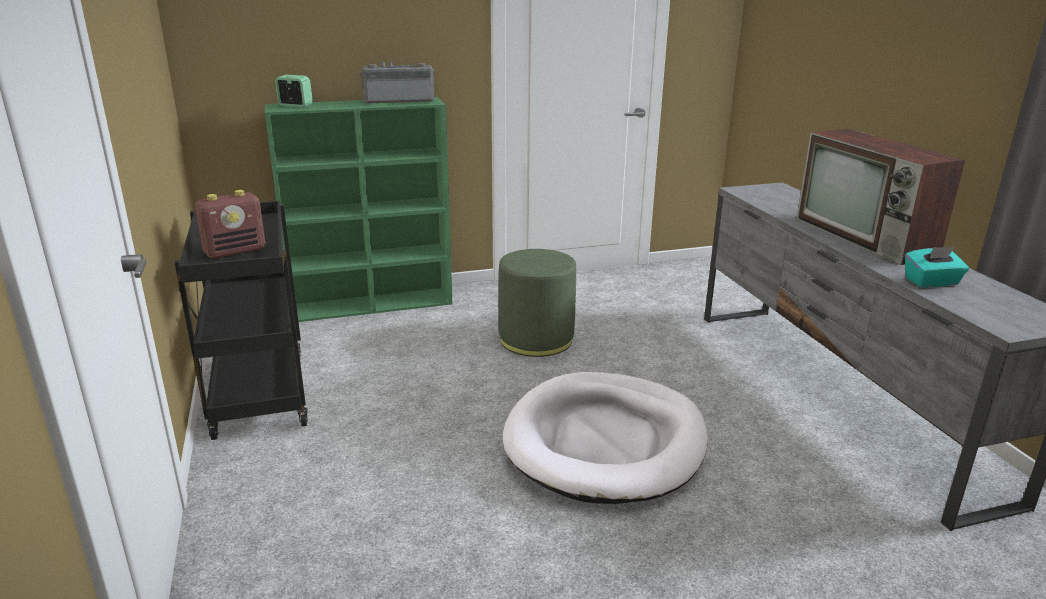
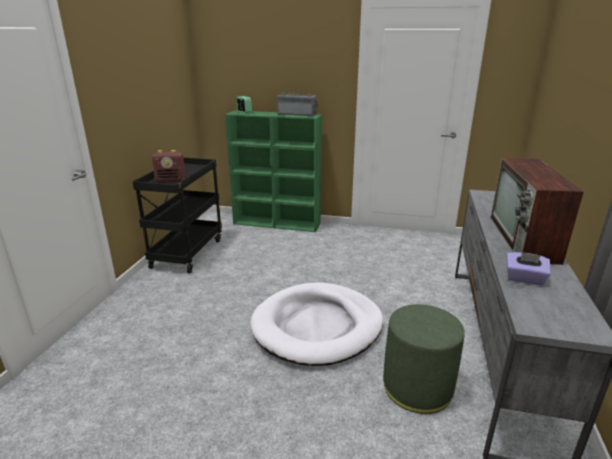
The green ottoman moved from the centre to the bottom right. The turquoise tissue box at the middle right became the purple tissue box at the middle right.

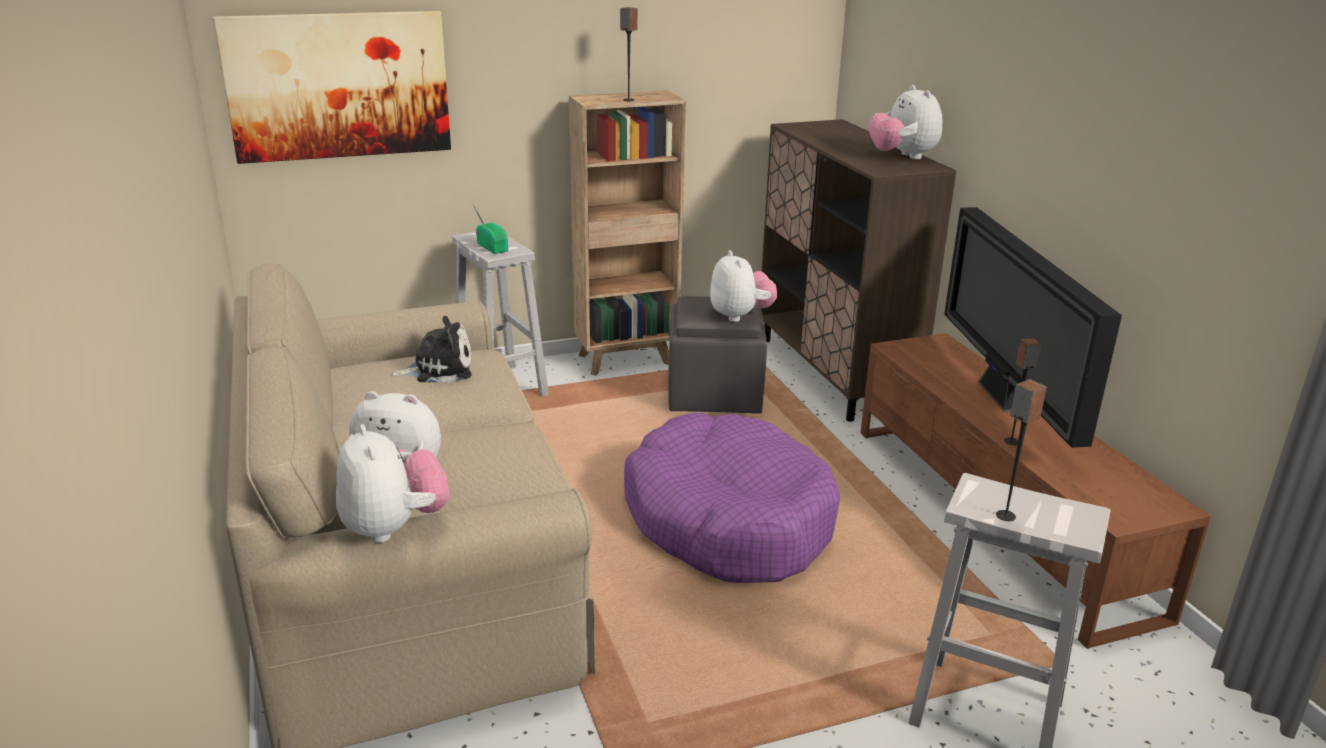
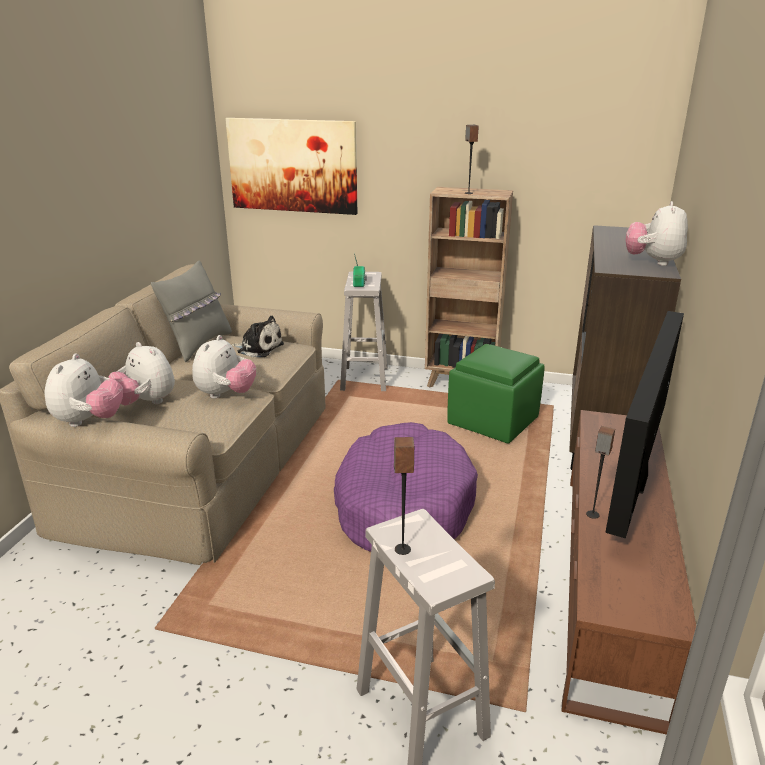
The grey pillow at the middle left appeared. The plush toy (4th from left in the first image) moved from the centre to the middle left. The grey ottoman at the centre became the green ottoman at the centre.

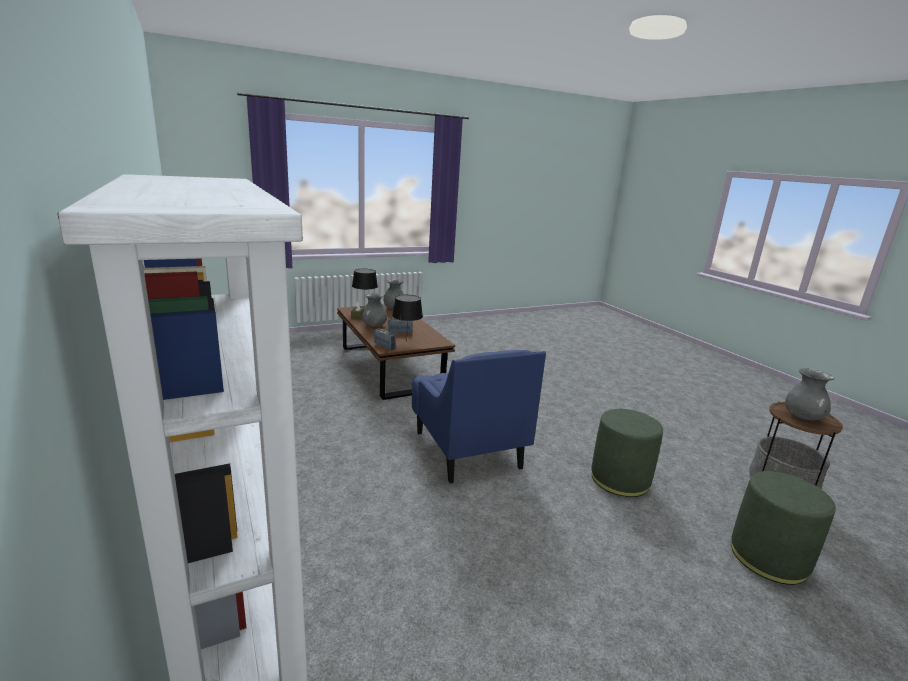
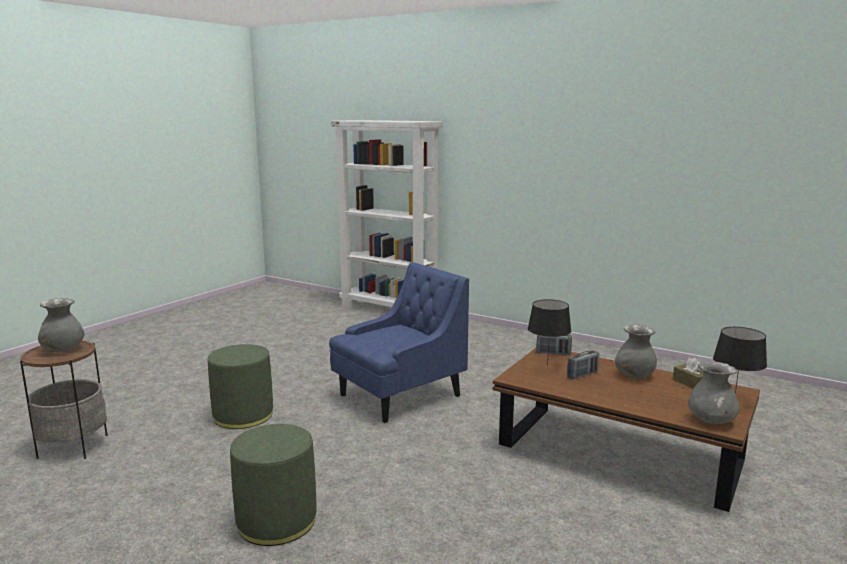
The green ottoman (2nd from left) moved from the bottom right to the bottom left. The blue armchair at the centre turned 105 degrees clockwise.

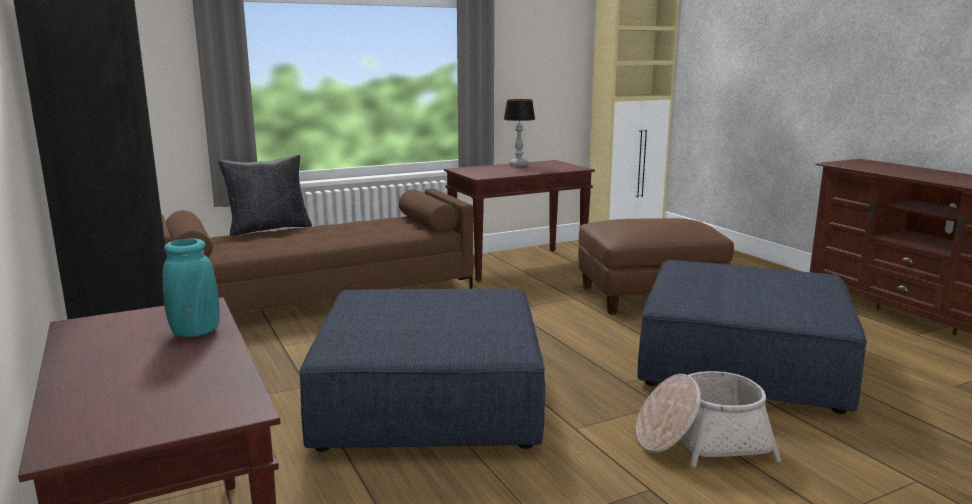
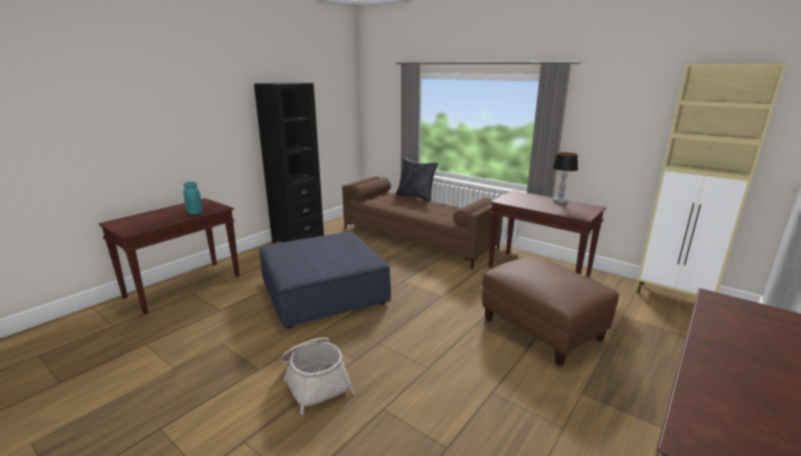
The blue ottoman (2nd from left) at the bottom right disappeared.

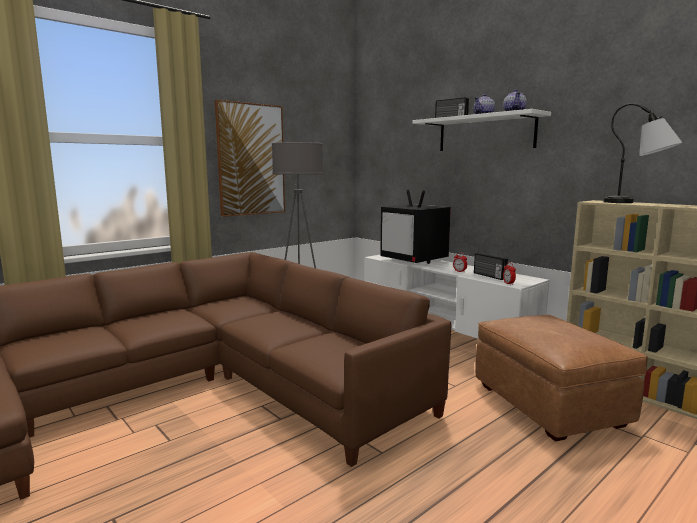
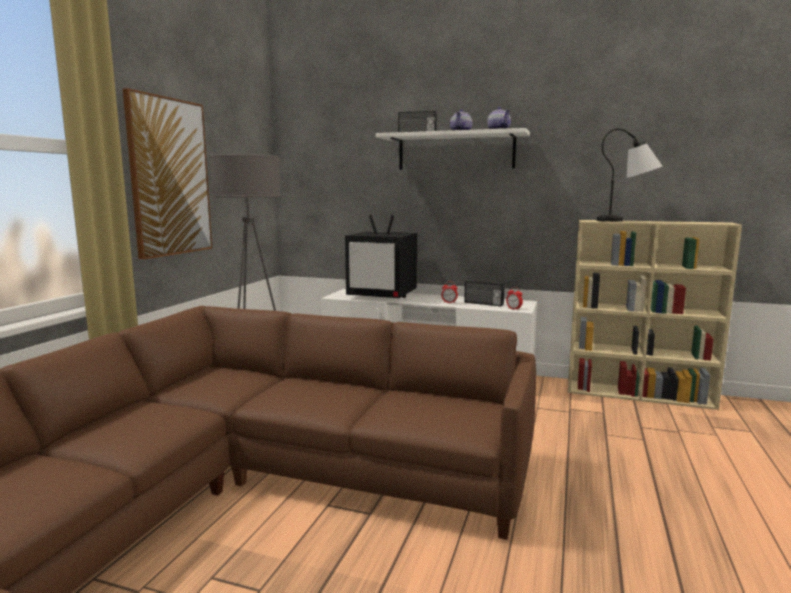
The brown ottoman at the bottom right disappeared.

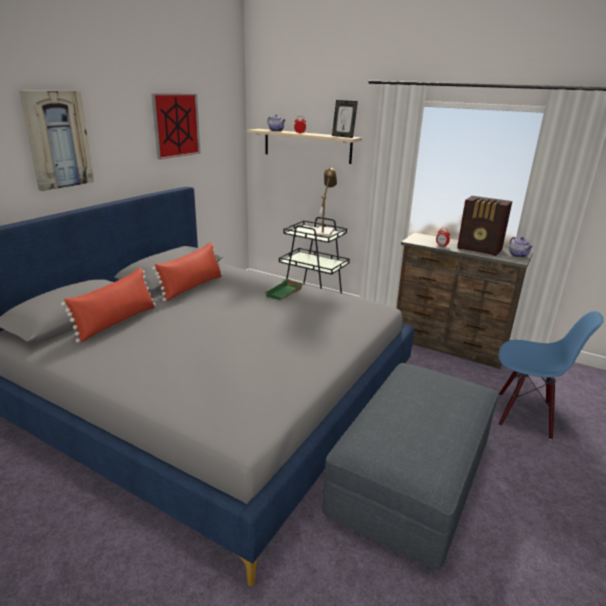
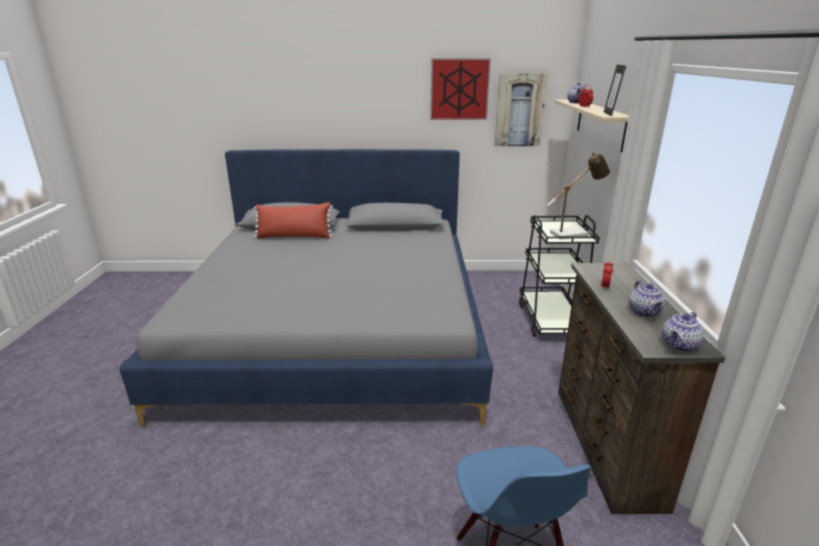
The picture (1st from left in the first image) moved from the top left to the top centre. The radio at the middle right was replaced by the teapot (2nd from left) at the middle right. The red pillow (2nd from left) at the middle left disappeared. The green tray at the centre disappeared. The grey ottoman at the bottom right disappeared.

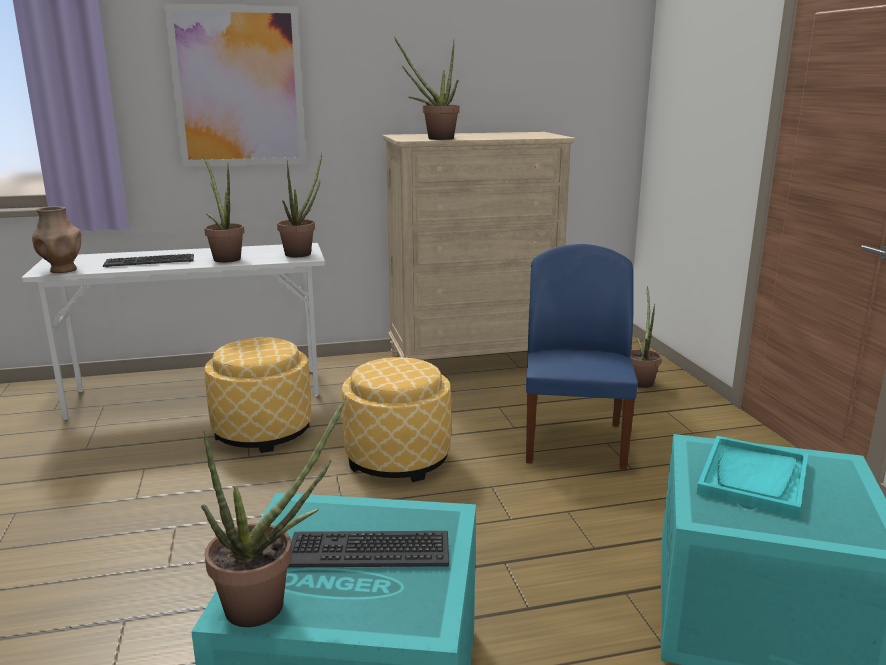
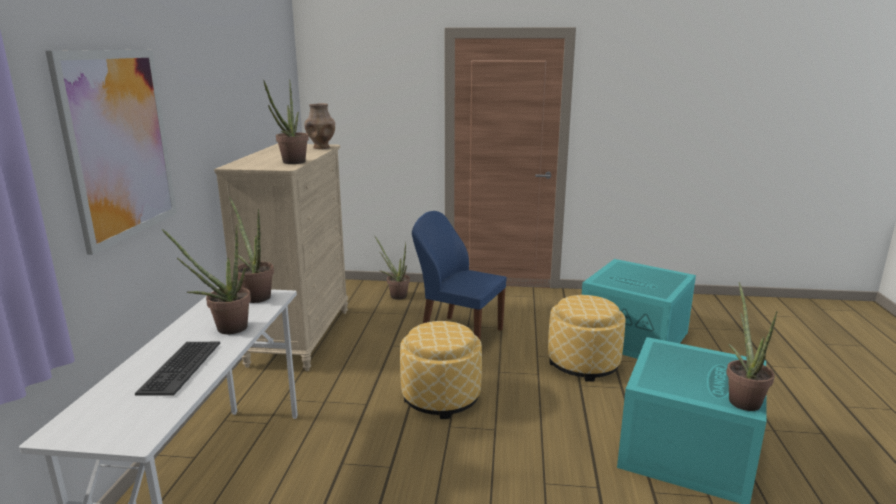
The brown vase moved from the middle left to the top centre. The ottoman (1st from left in the first image) moved from the middle left to the bottom centre. The keyboard (2nd from left) at the bottom centre disappeared. The turquoise tray at the bottom right disappeared.

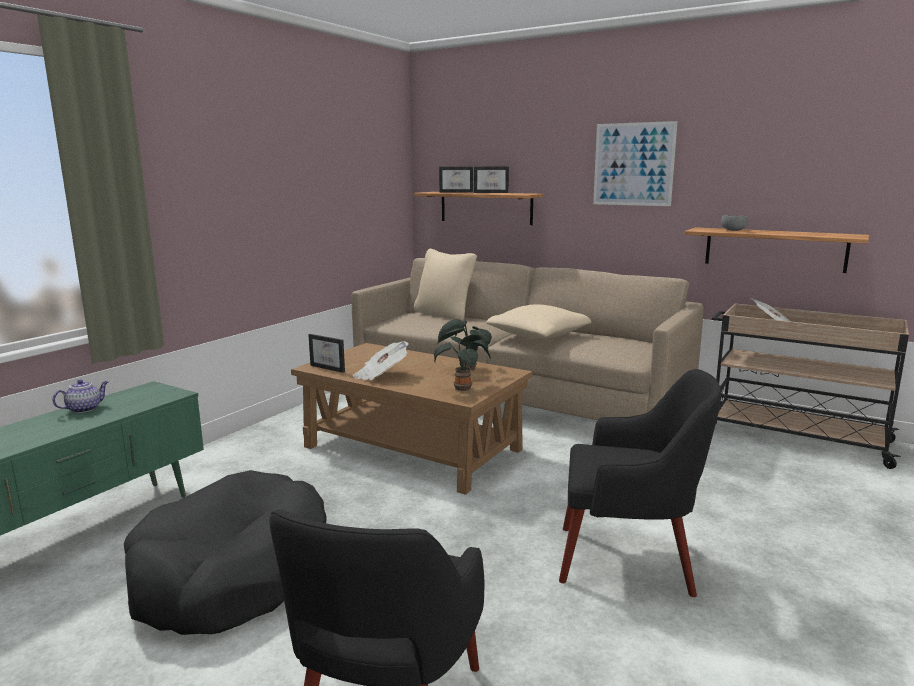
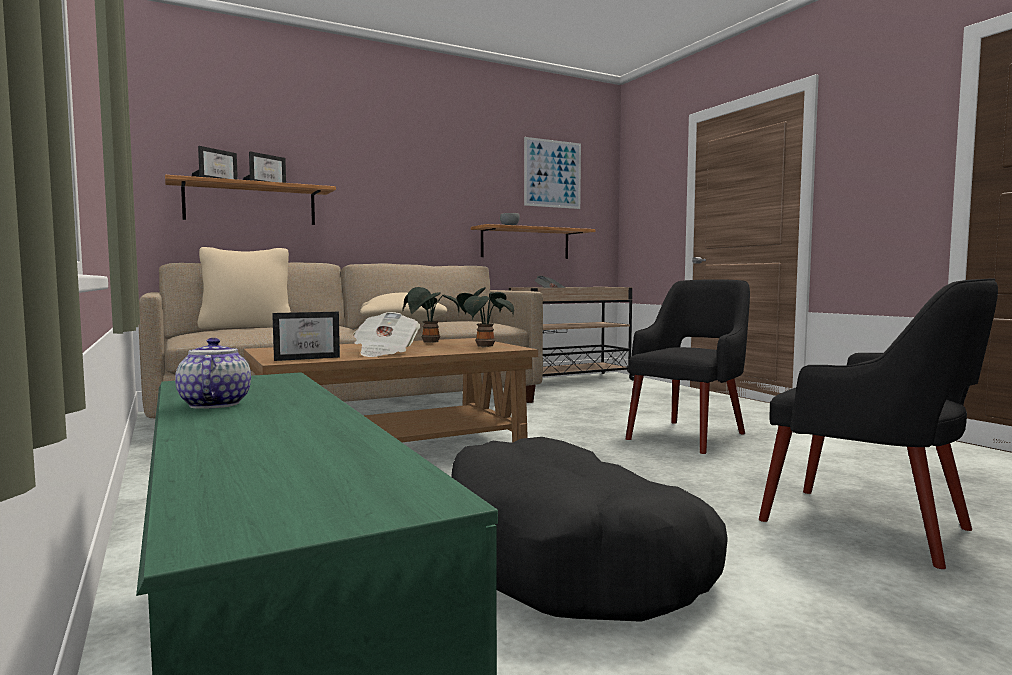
The picture moved from the top right to the top centre.

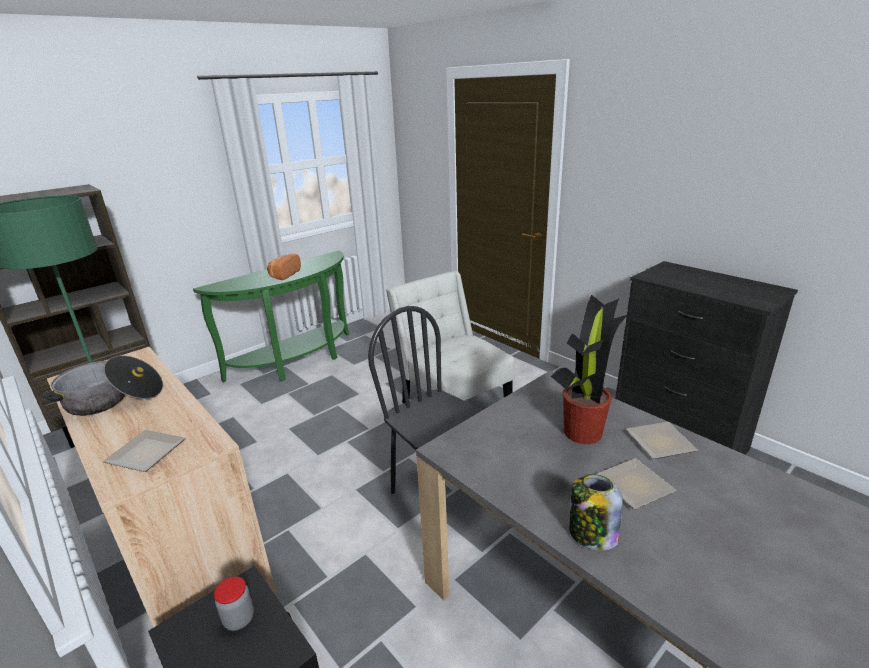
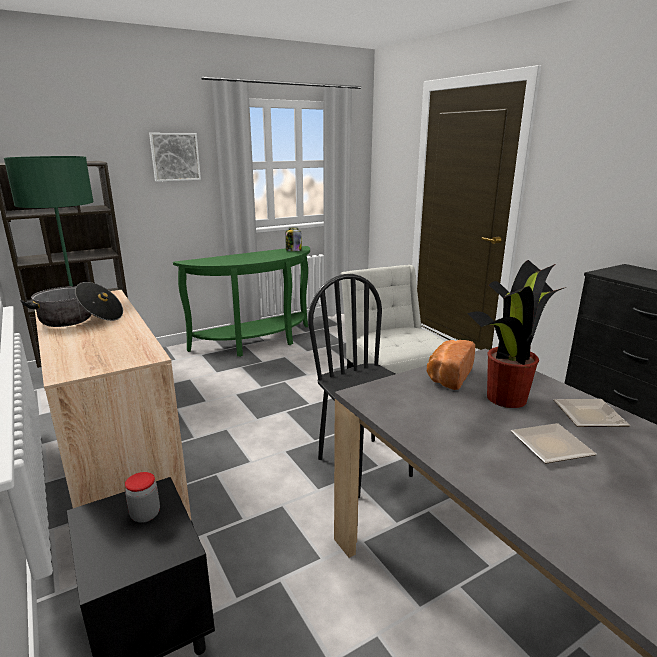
The picture at the top left appeared. The jar (2nd from left) moved from the bottom right to the centre. The bread moved from the middle left to the middle right. The plate (1st from left) at the bottom left disappeared.

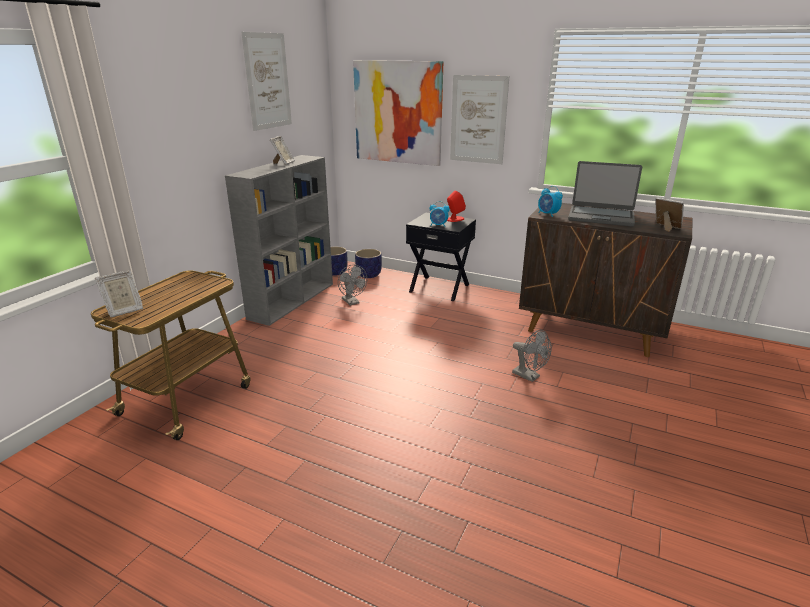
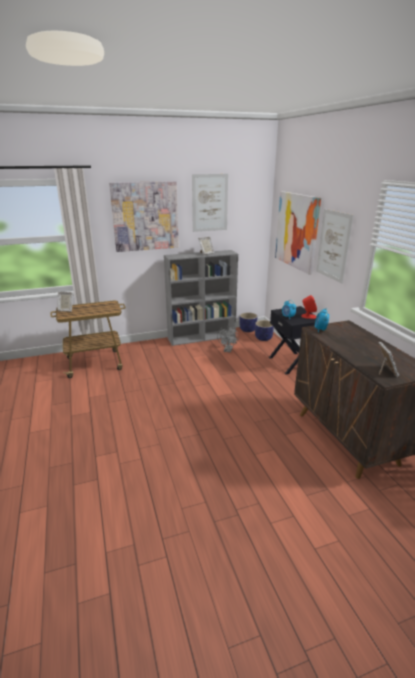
The picture (1st from left) at the top centre appeared. The grey fan (2nd from left) at the centre disappeared. The laptop at the top right disappeared.

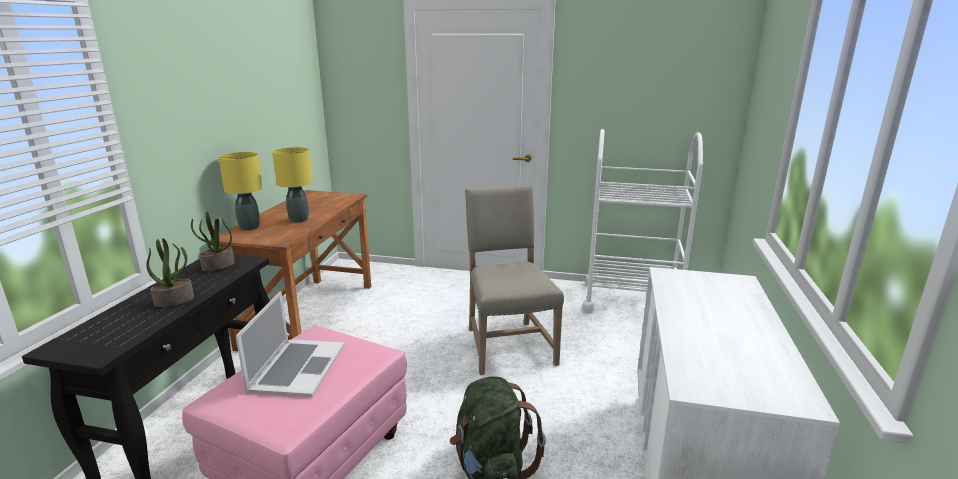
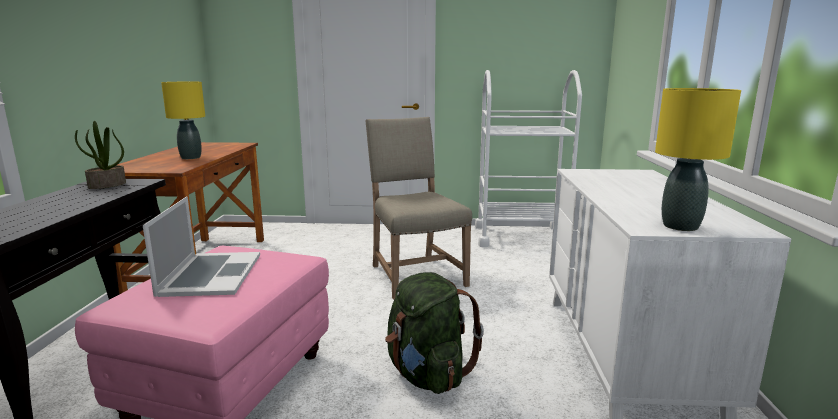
The yellow table lamp (1st from left in the first image) moved from the middle left to the middle right. The potted plant (1st from left) at the middle left disappeared.

